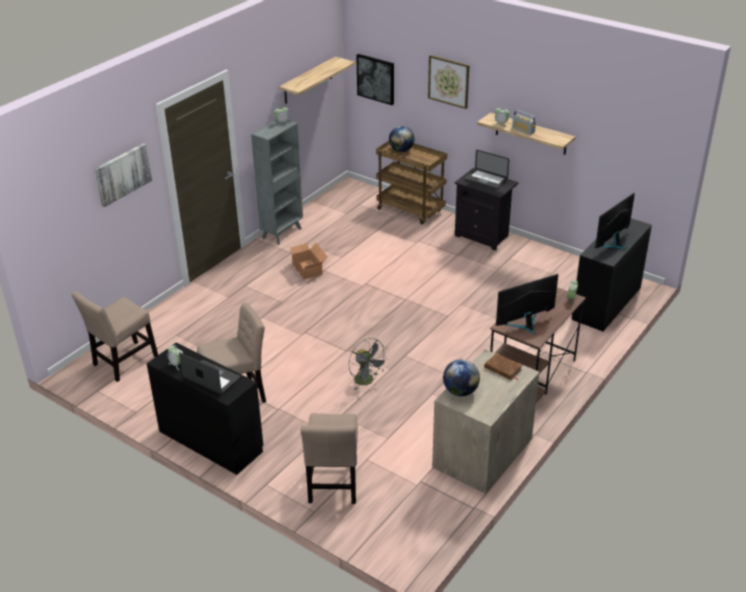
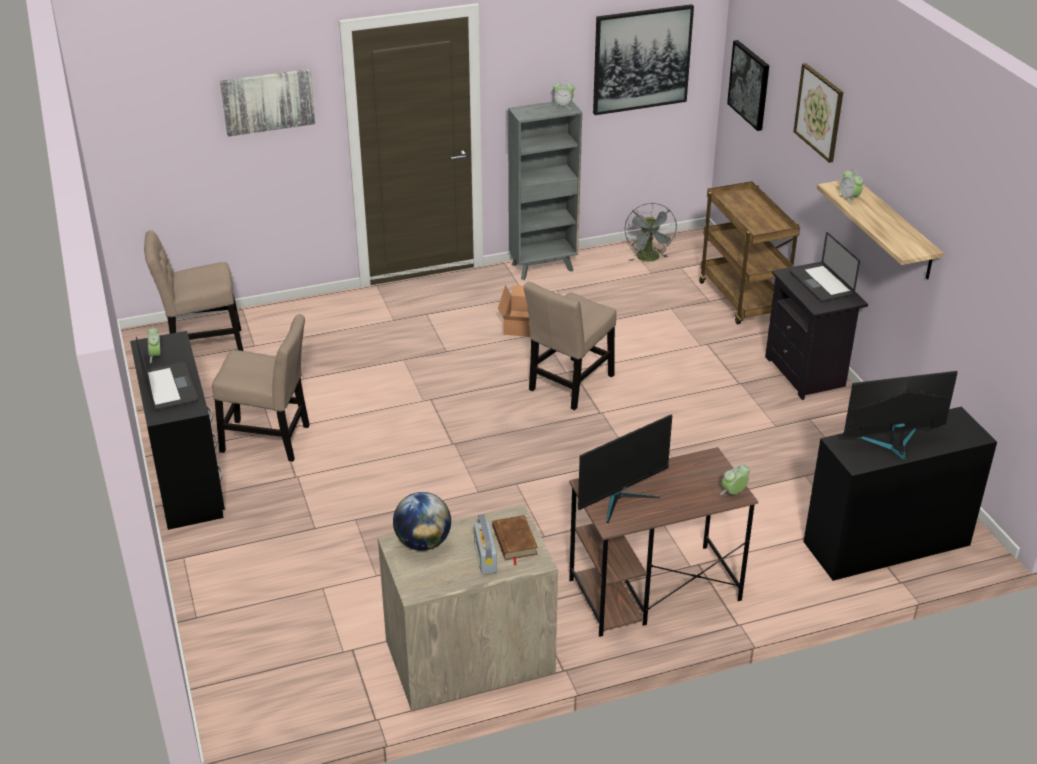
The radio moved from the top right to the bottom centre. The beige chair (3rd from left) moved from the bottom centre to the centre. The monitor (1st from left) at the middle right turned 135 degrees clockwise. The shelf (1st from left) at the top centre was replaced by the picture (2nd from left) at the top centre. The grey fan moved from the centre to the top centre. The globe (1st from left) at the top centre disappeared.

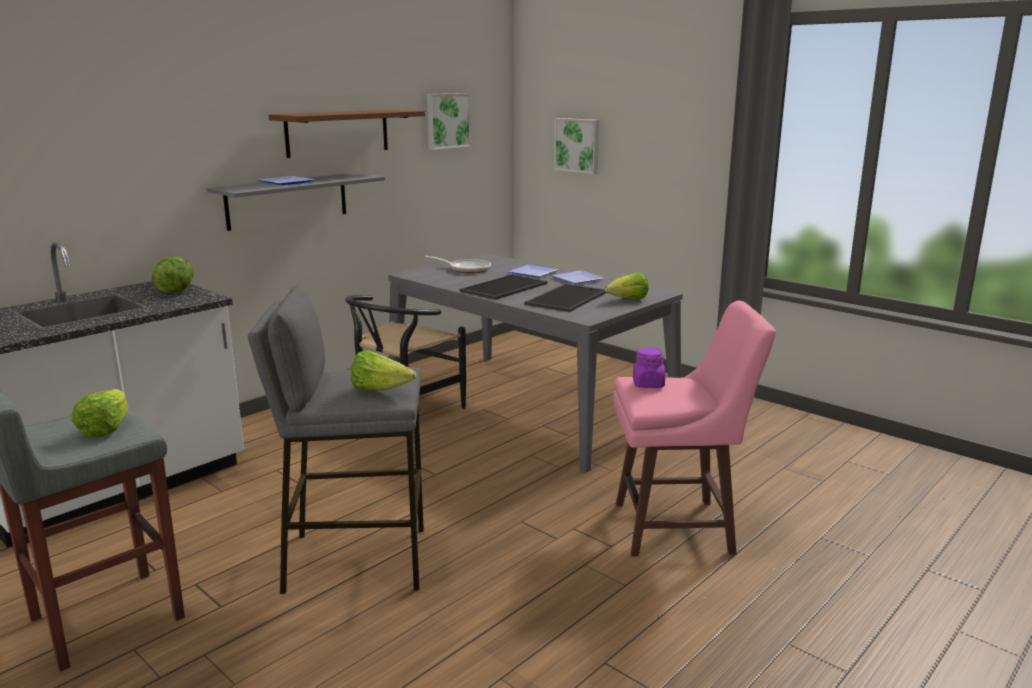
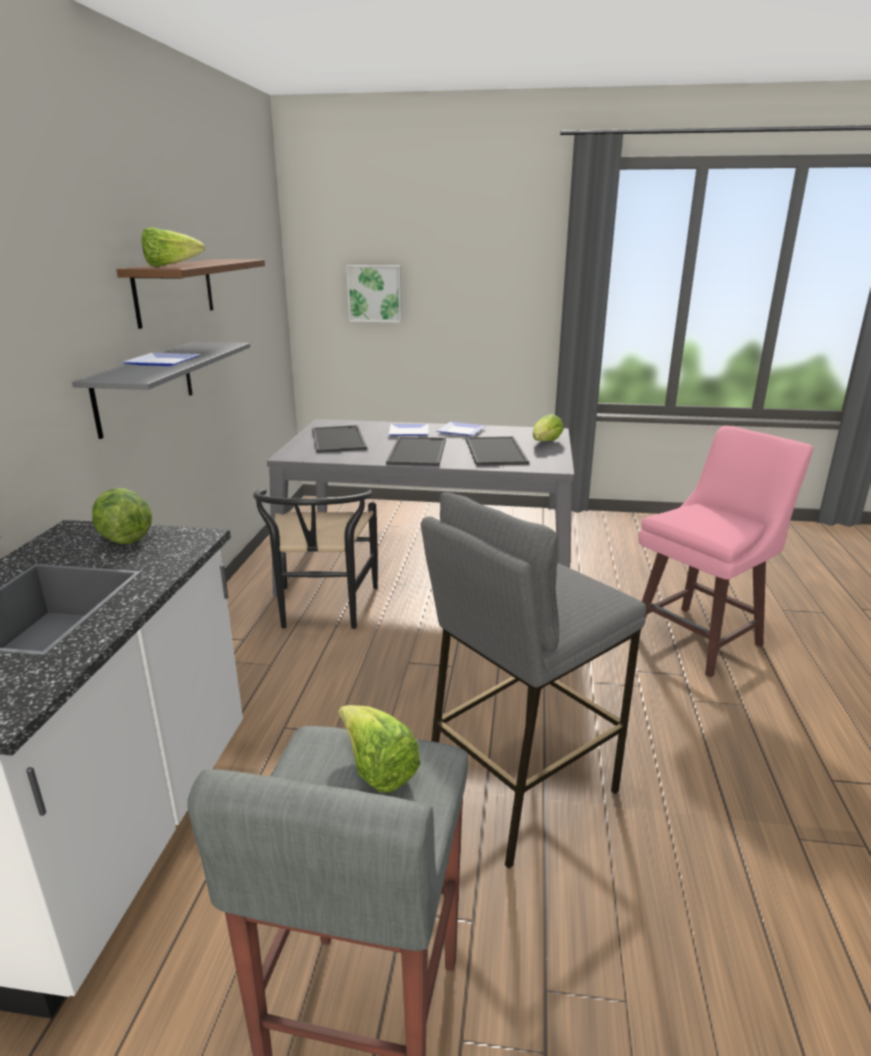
The lettuce (3rd from left in the first image) moved from the centre to the top left. The frying pan at the centre was replaced by the tray (1st from left) at the centre. The picture (1st from left) at the top centre disappeared. The purple jar at the centre disappeared.

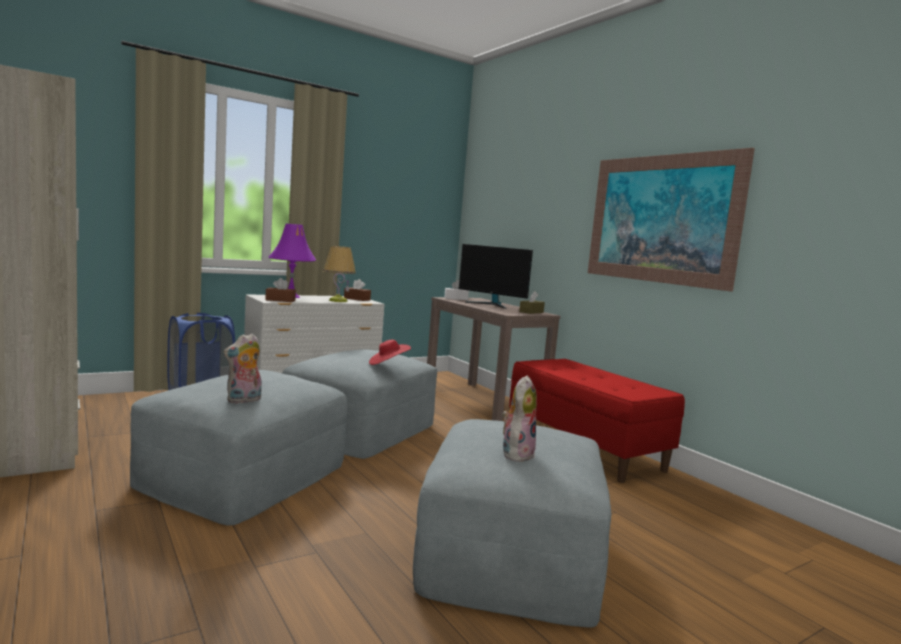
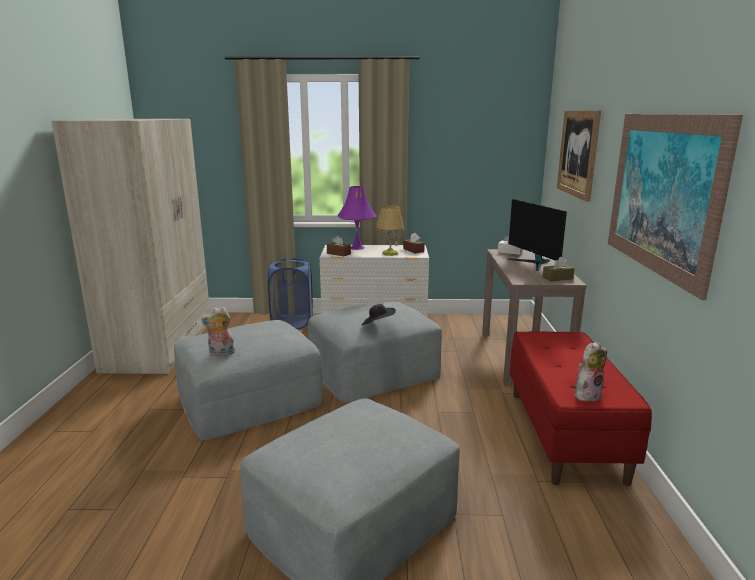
The red hat at the centre became the black hat at the centre. The picture (1st from left) at the top right appeared. The plush toy (2nd from left) moved from the centre to the middle right.

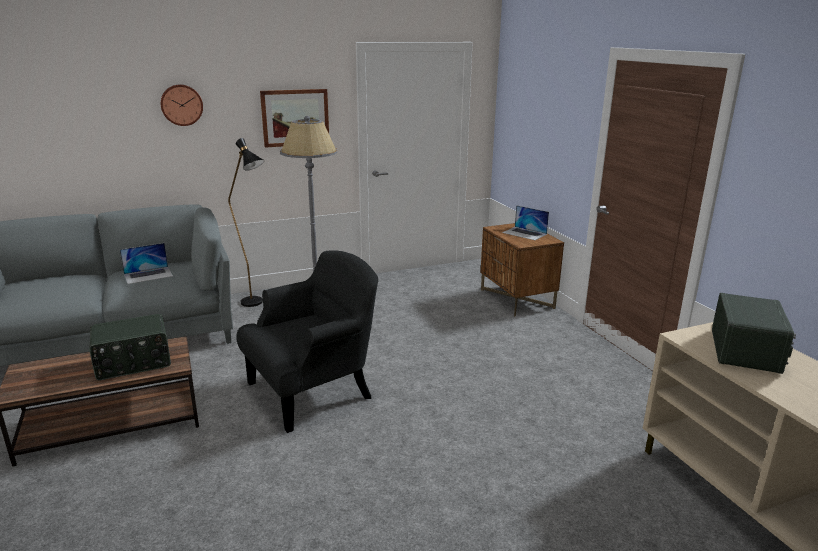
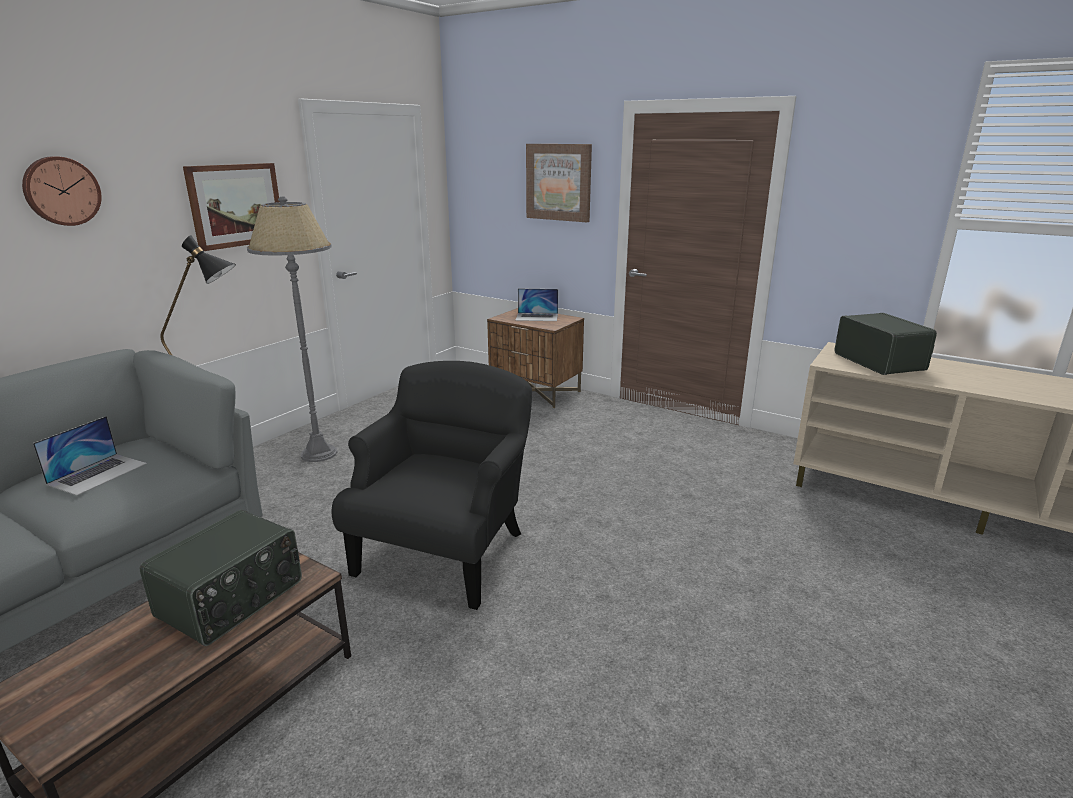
The picture (2nd from left) at the top centre appeared.

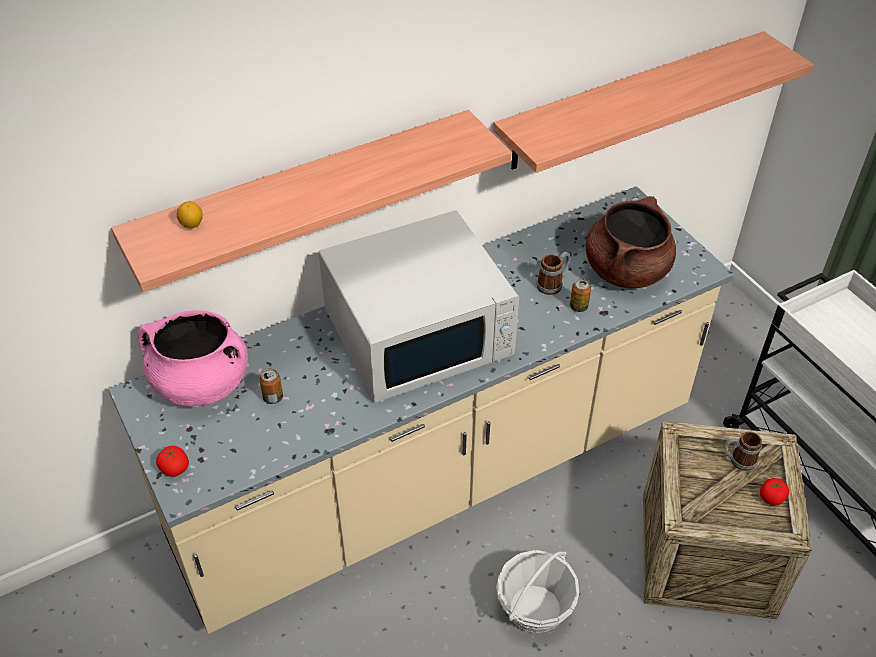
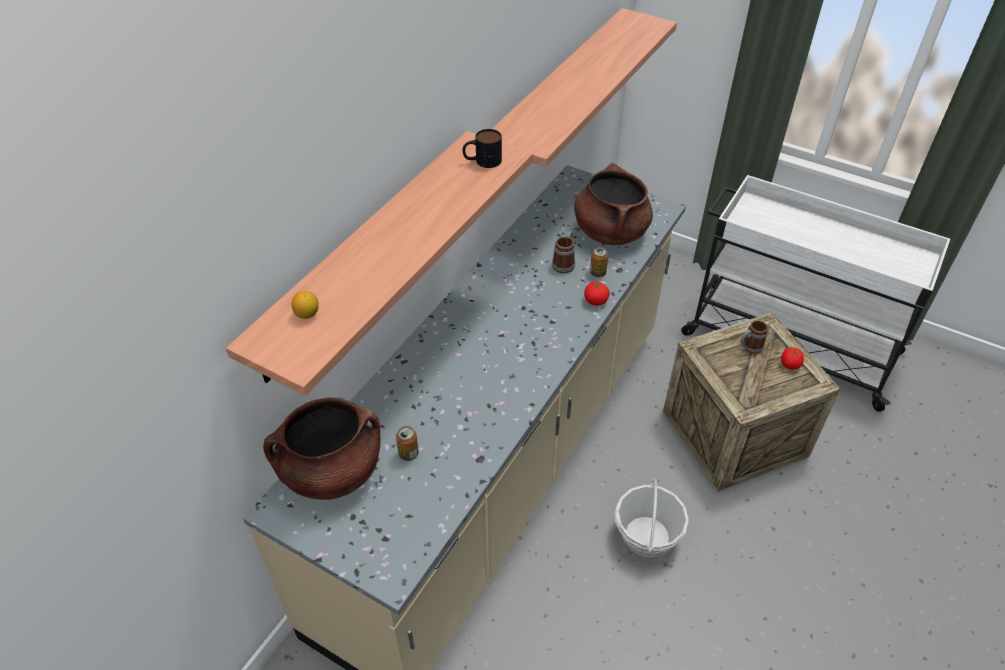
The pink cooking pot at the middle left became the brown cooking pot (1st from left) at the bottom left. The mug (1st from left) at the top centre appeared. The tomato (1st from left) moved from the bottom left to the centre. The white microwave at the centre disappeared.

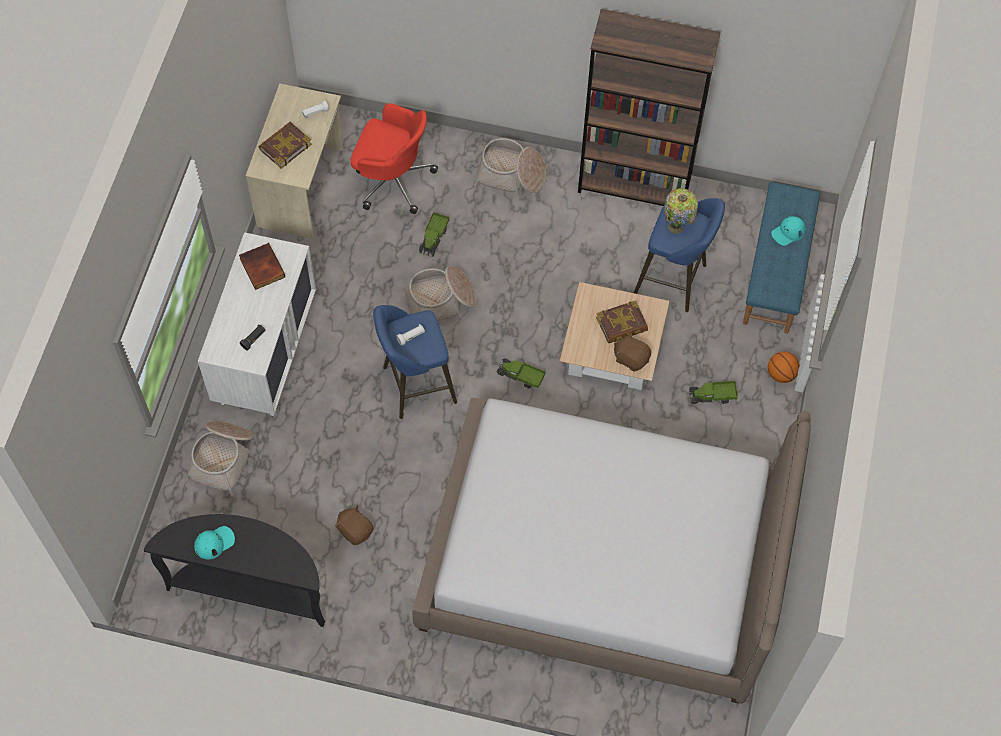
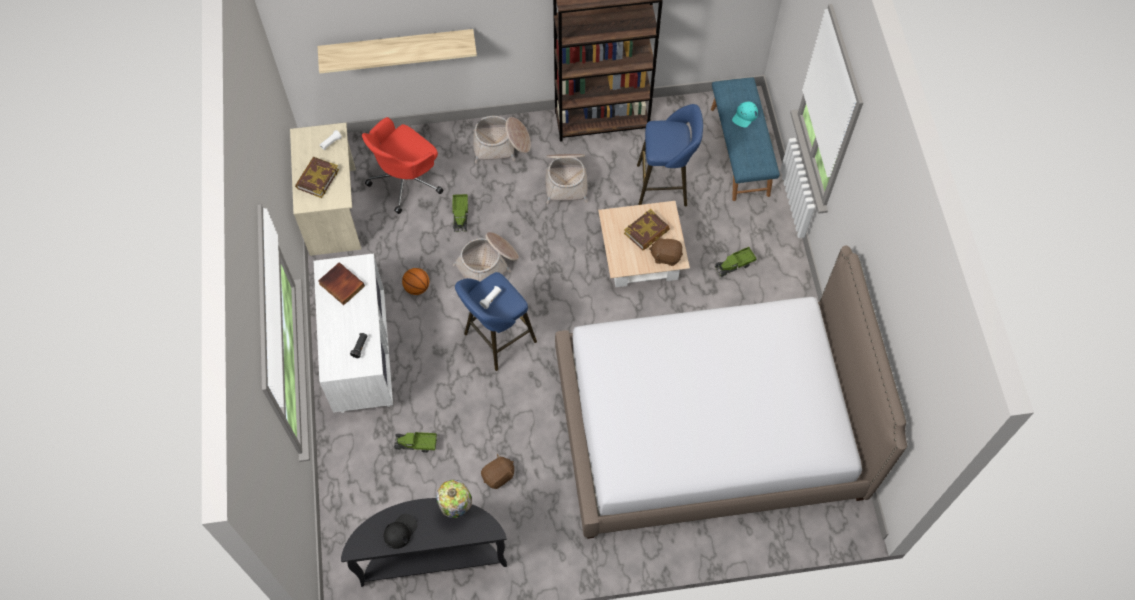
The shelf at the top centre appeared. The red office chair at the top centre turned 135 degrees clockwise. The turquoise cap (1st from left) at the bottom left became the black cap at the bottom centre. The toy truck (2nd from left in the first image) moved from the centre to the bottom centre. The basketball moved from the middle right to the centre. The table lamp moved from the top right to the bottom centre. The brown plush toy (1st from left) at the bottom centre turned 120 degrees clockwise. The basket (1st from left in the first image) moved from the middle left to the top centre.

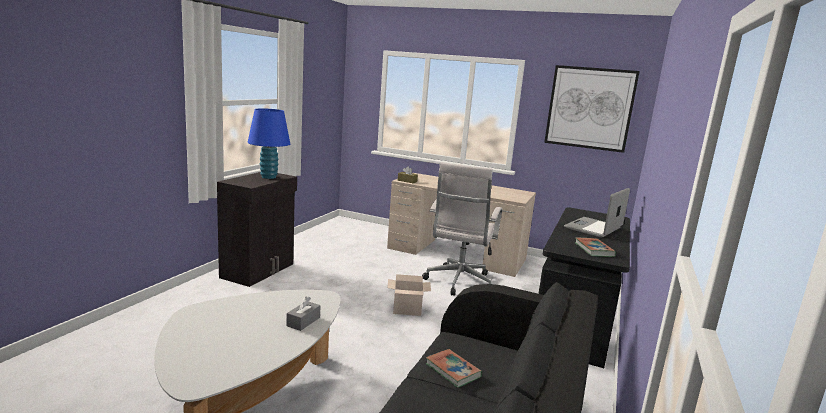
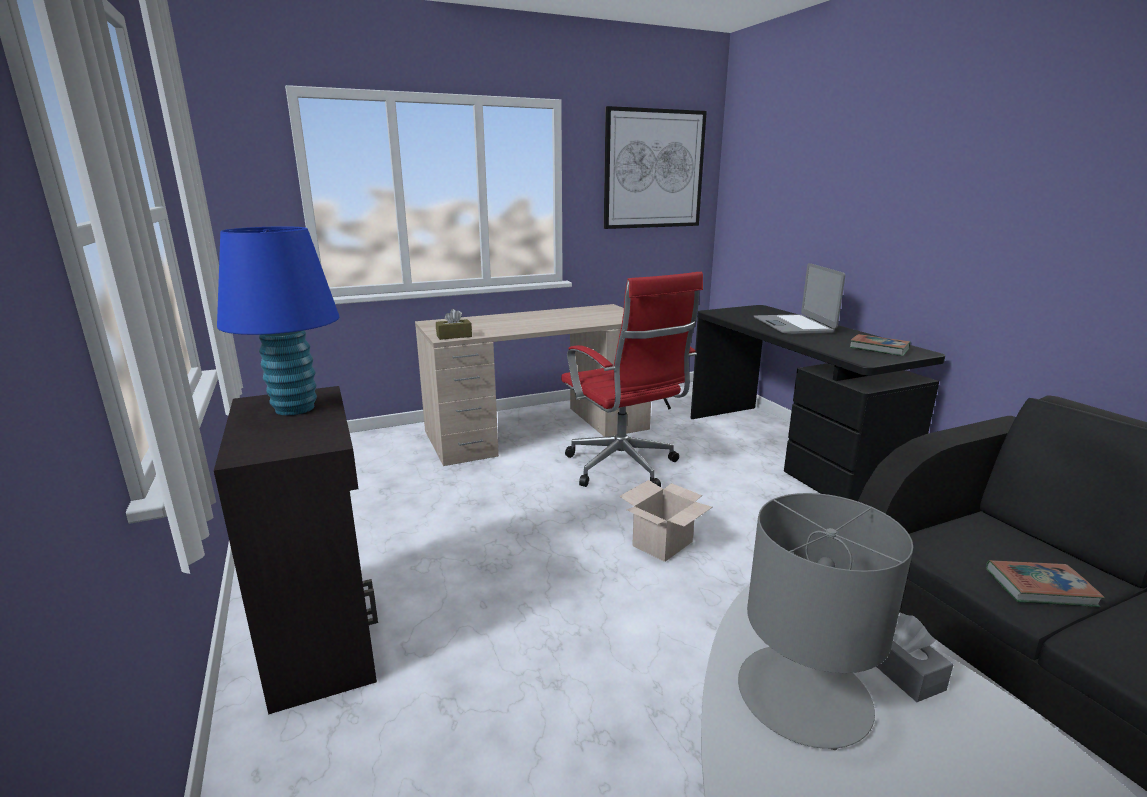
The white office chair at the centre became the red office chair at the centre. The grey table lamp at the bottom right appeared.

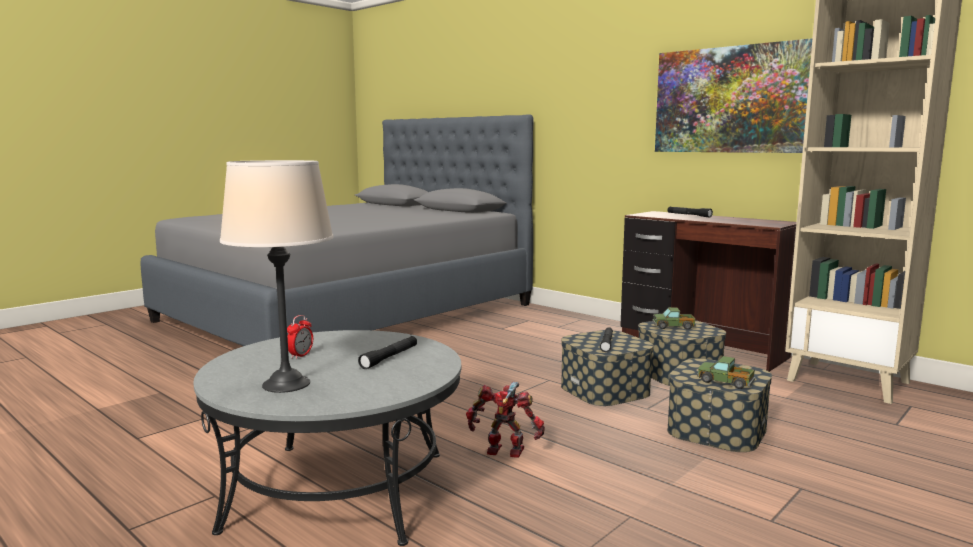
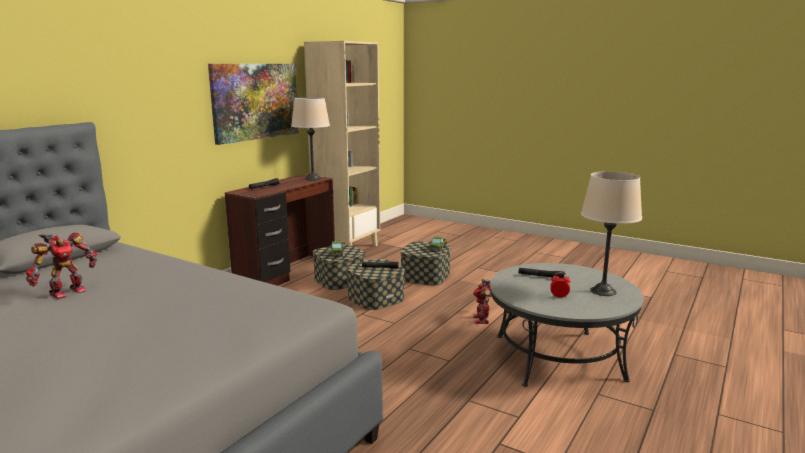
The toy robot (1st from left) at the middle left appeared. The beige table lamp (1st from left) at the top centre appeared.

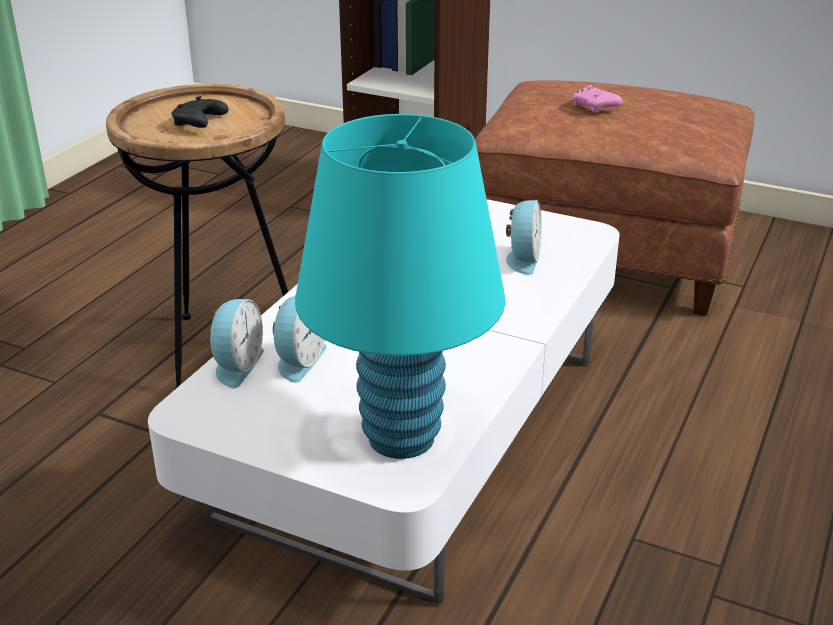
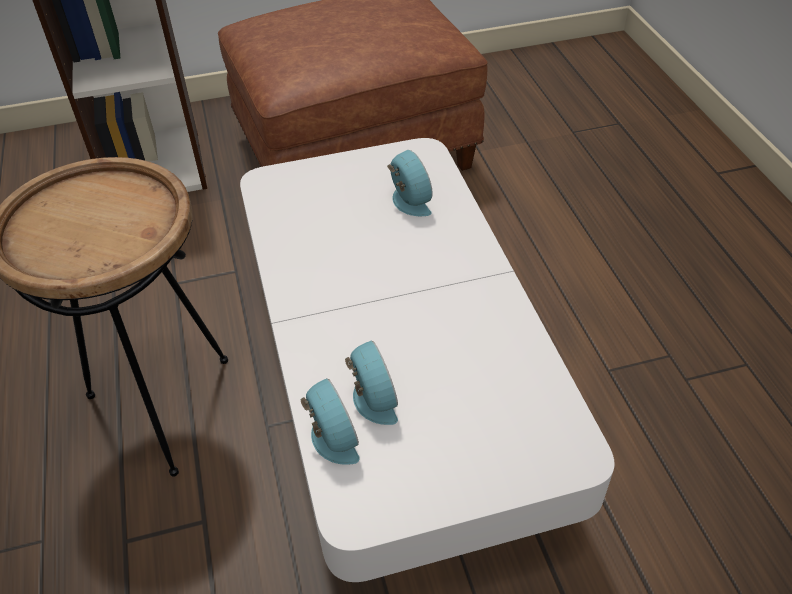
The black game controller at the top left disappeared. The turquoise table lamp at the centre disappeared. The pink game controller at the top right disappeared.

